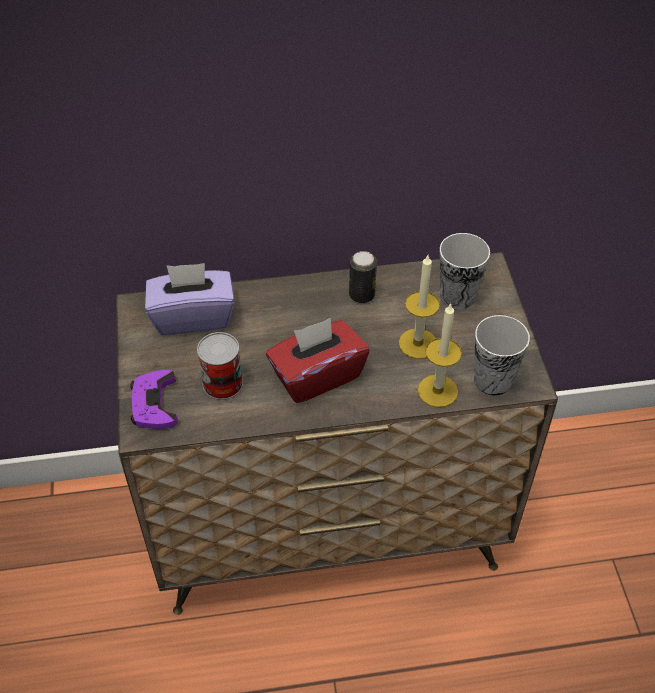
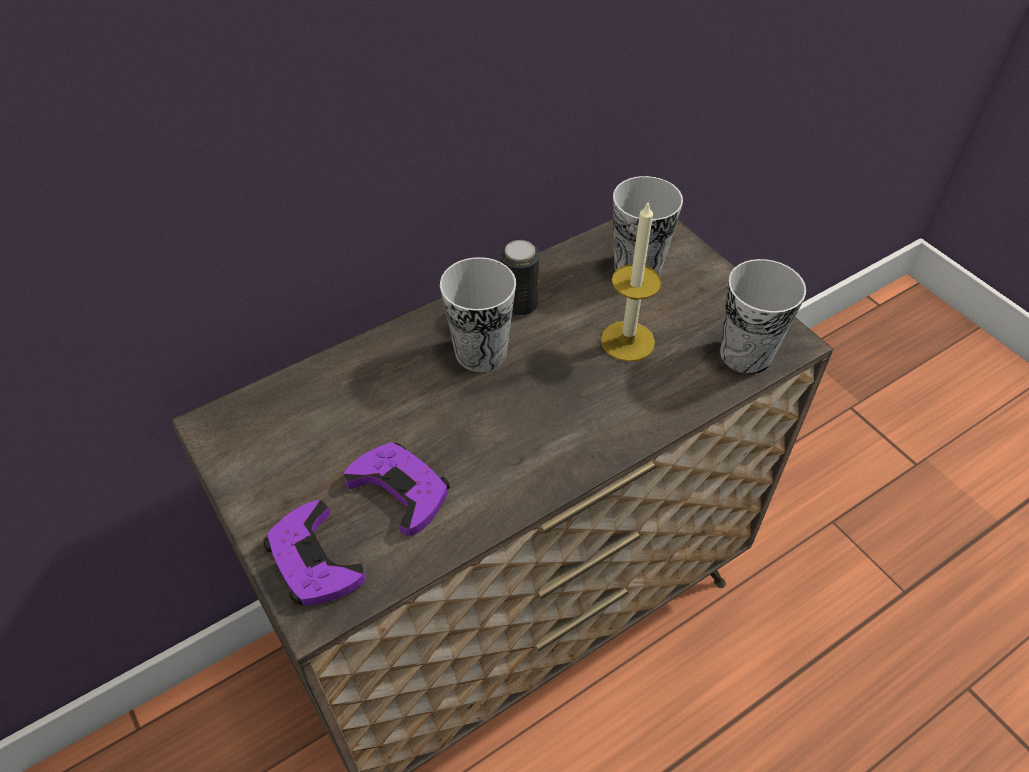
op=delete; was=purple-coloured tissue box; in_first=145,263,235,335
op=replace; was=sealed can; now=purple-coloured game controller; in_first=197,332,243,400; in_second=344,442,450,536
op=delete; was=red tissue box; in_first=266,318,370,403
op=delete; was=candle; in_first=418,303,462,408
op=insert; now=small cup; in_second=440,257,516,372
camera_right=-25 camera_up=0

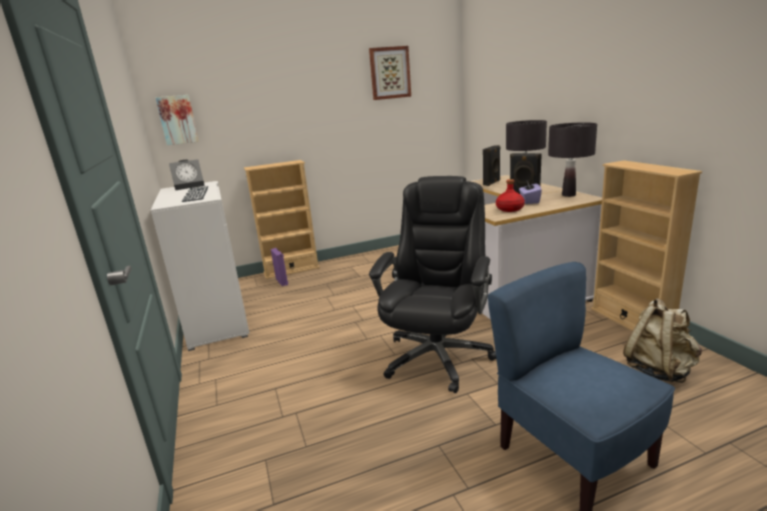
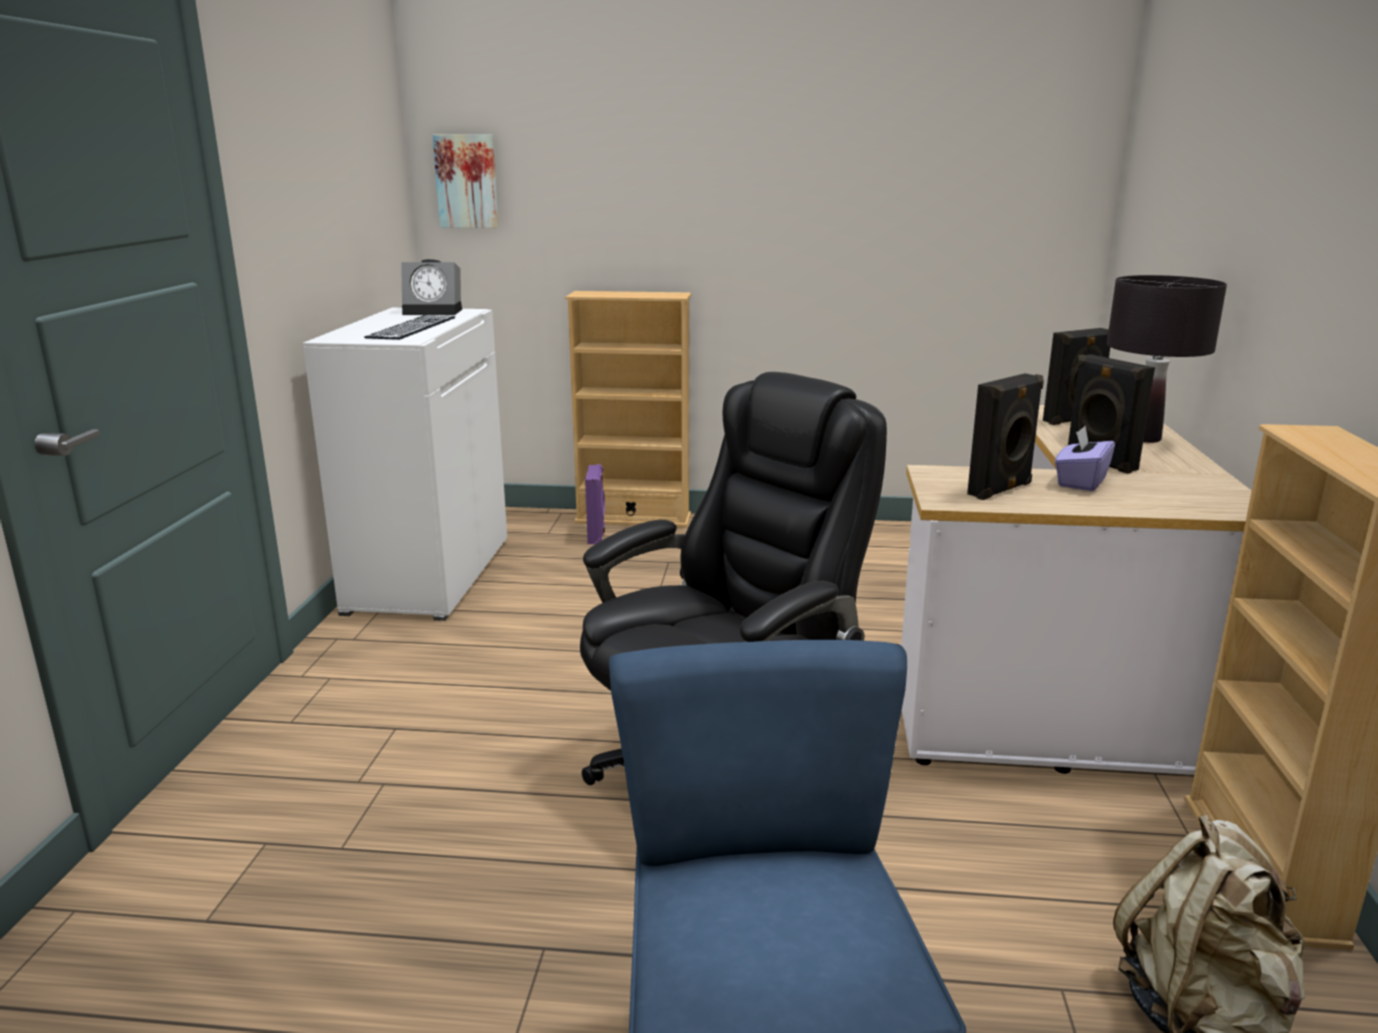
op=delete; was=wall picture; in_first=369,46,411,100
op=replace; was=red beverage bottle; now=black audio speaker; in_first=496,179,525,212; in_second=967,373,1044,500
op=delete; was=black lamp for a table; in_first=548,122,597,197
camera_right=25 camera_up=0

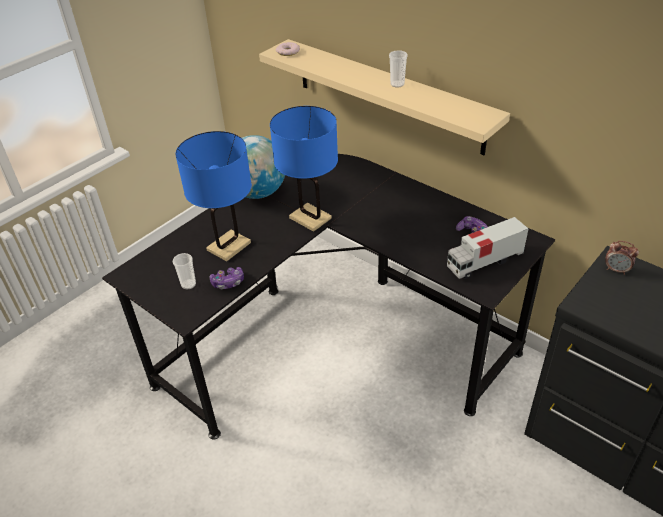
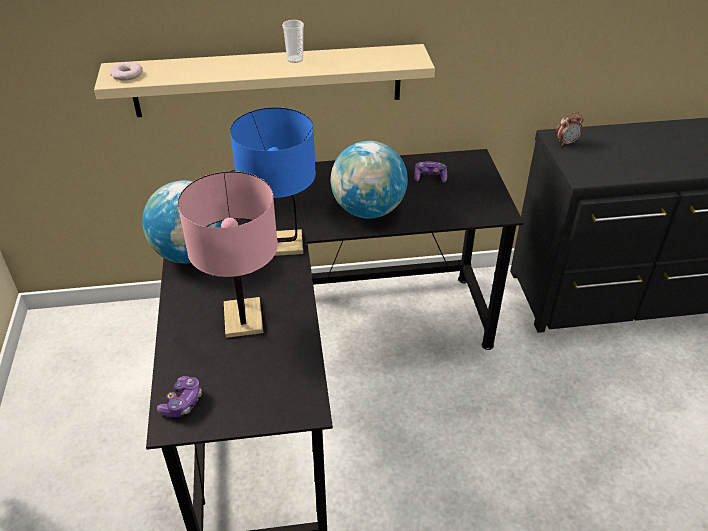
op=delete; was=small cup; in_first=173,253,196,290
op=recolor; was=blue lamp for a table; now=pinkish lamp for a table; in_first=175,131,252,262; in_second=178,171,278,338
op=move; was=game controller; in_first=210,267,244,289; in_second=157,376,202,417
op=delete; was=toy lorry; in_first=447,217,528,279
op=insert; now=desk globe; in_second=331,141,408,218
camera_right=-50 camera_up=0

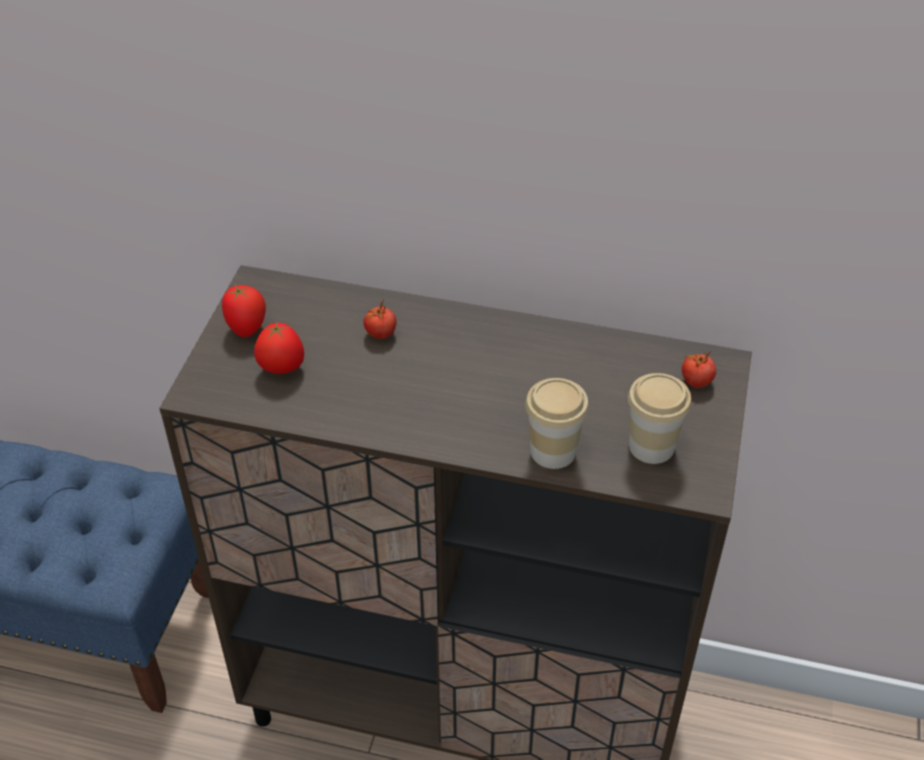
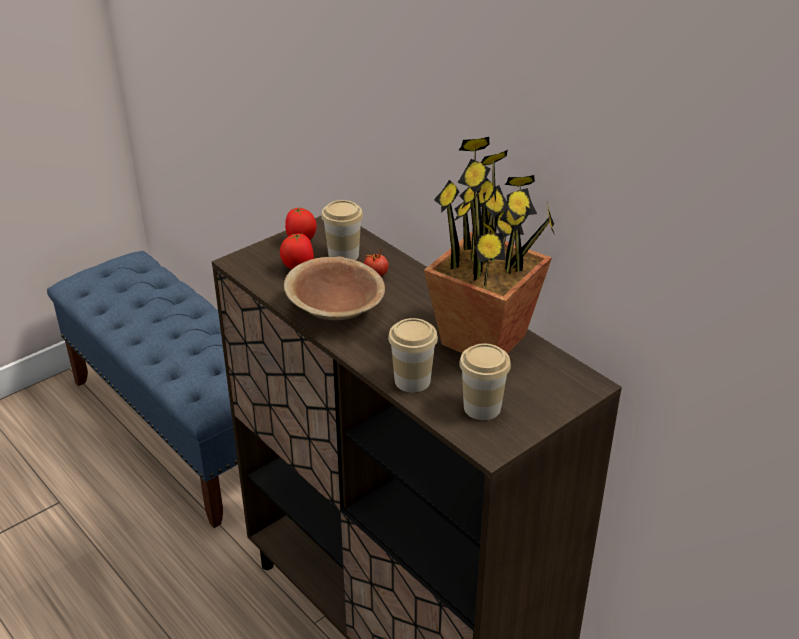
op=delete; was=whole tomato; in_first=682,351,716,388
op=insert; now=brown deep dish; in_second=284,257,385,320
op=insert; now=small cup; in_second=321,200,363,260
op=insert; now=potted plant; in_second=424,137,555,354
camera_right=35 camera_up=-10

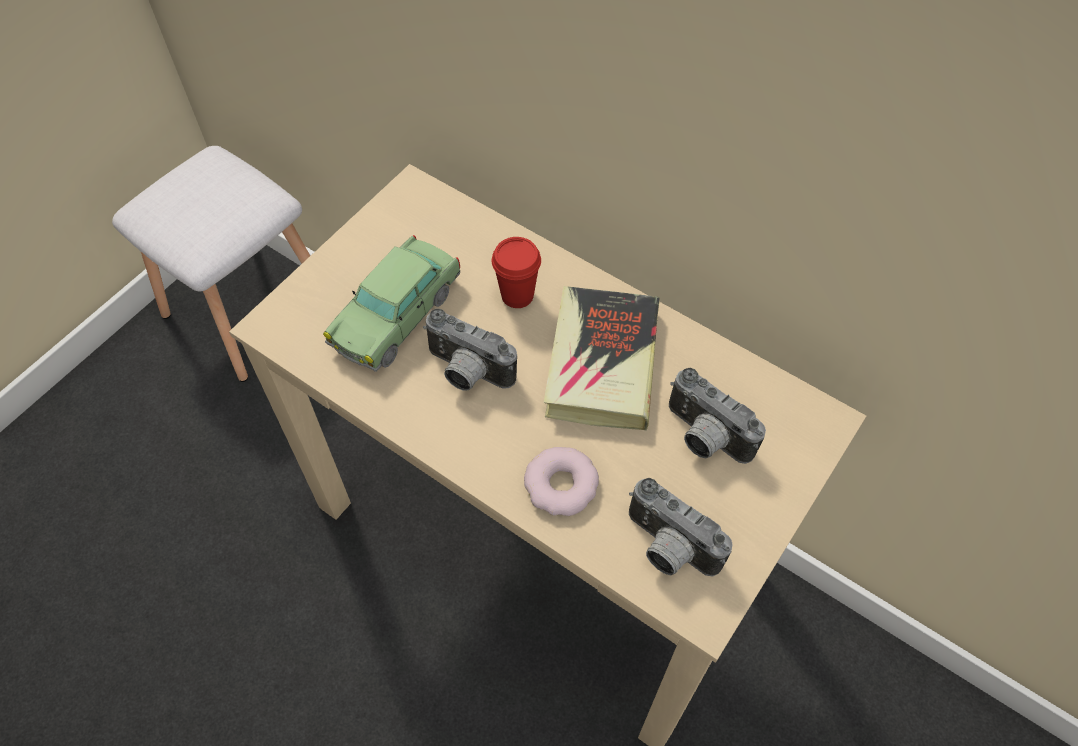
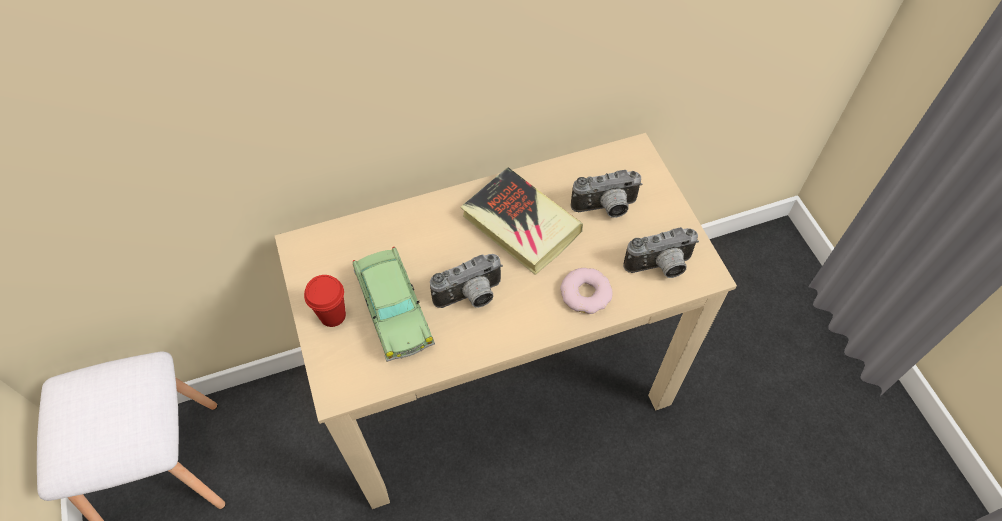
op=move; was=red small cup; in_first=492,237,541,308; in_second=304,275,346,327
camera_right=-55 camera_up=0

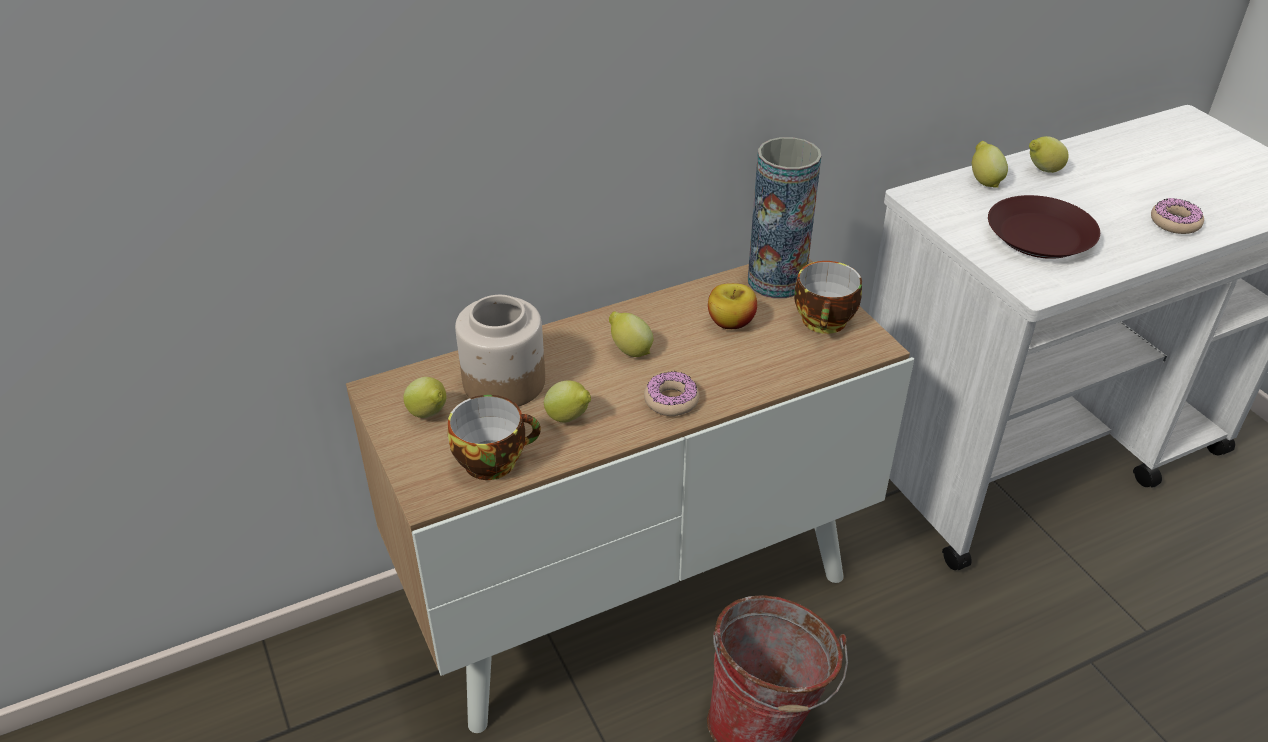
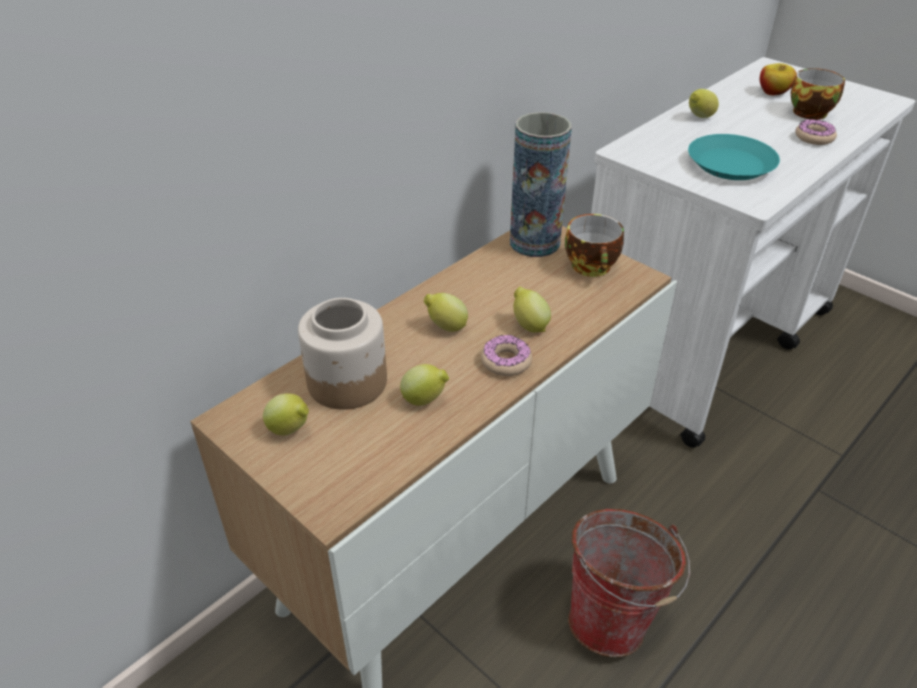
op=move; was=small cup; in_first=448,395,541,480; in_second=791,68,845,120
op=move; was=apple fruit; in_first=708,283,757,329; in_second=760,63,796,95
op=move; was=lemon; in_first=972,141,1008,188; in_second=513,287,551,332
op=recolor; was=brown dinner plate; now=blue-green dinner plate; in_first=988,195,1100,259; in_second=688,134,780,180
camera_right=-20 camera_up=0

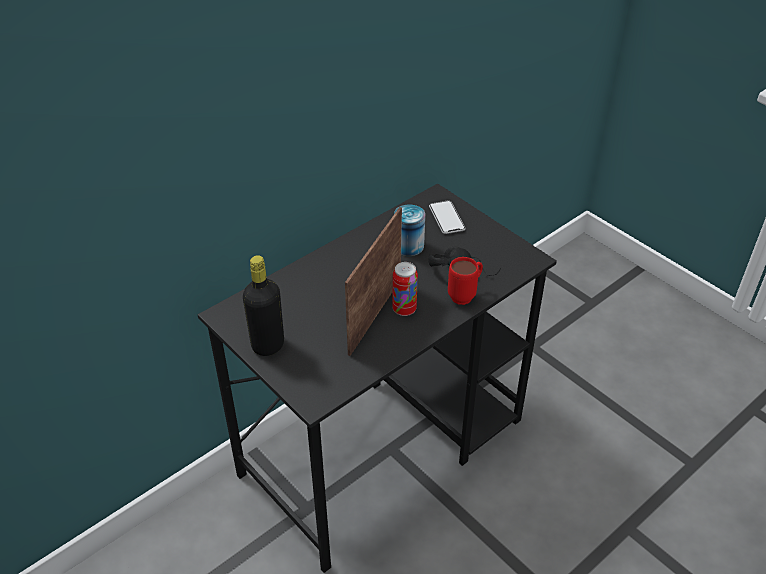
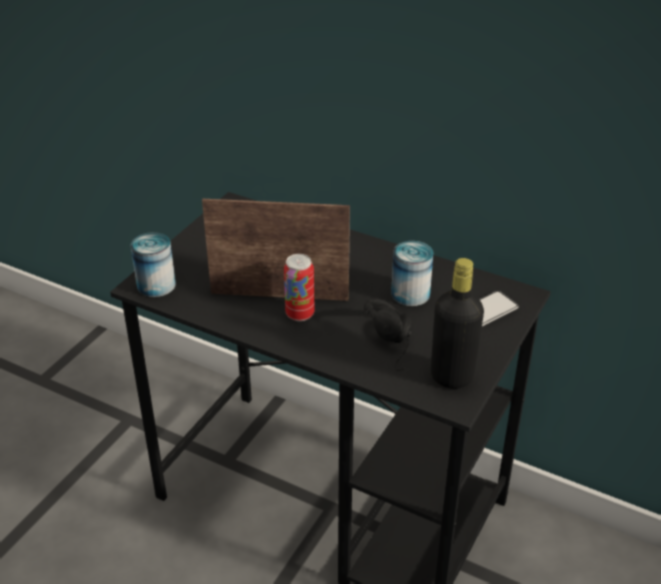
op=move; was=black beverage bottle; in_first=243,255,284,356; in_second=431,258,484,389
op=delete; was=red tea mug; in_first=448,257,483,305
op=insert; now=sealed can; in_second=131,232,176,297
camera_right=70 camera_up=-5

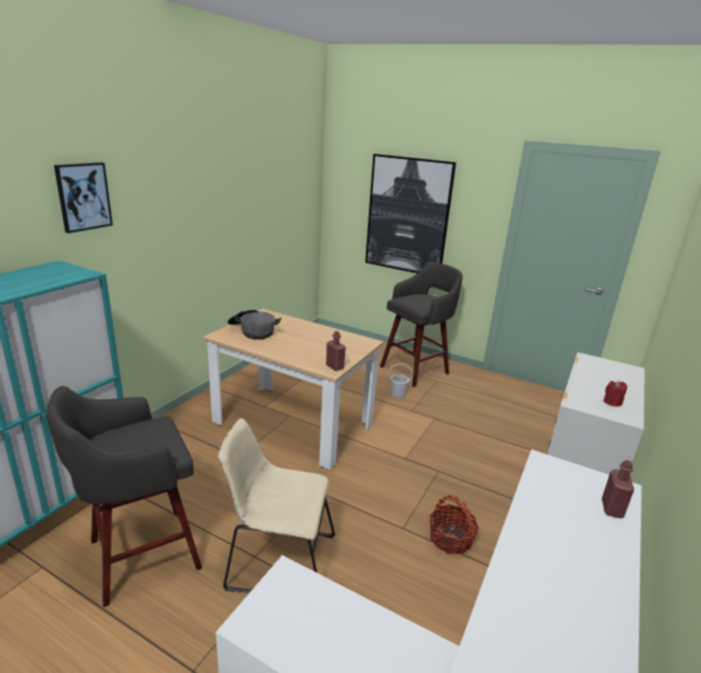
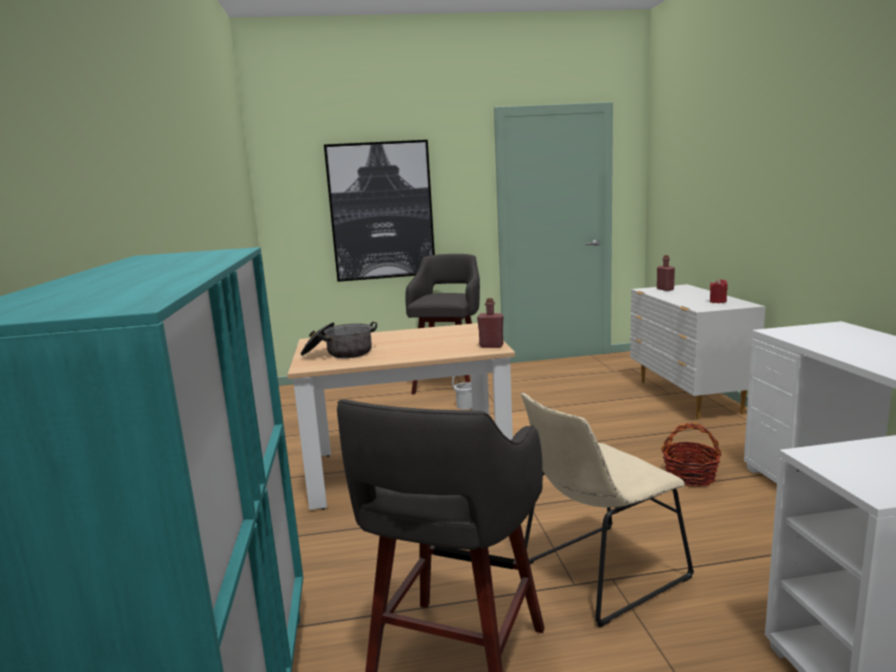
op=delete; was=wall picture; in_first=54,162,113,233
op=move; was=red beverage bottle; in_first=602,460,634,518; in_second=657,255,675,291
camera_right=-35 camera_up=-10

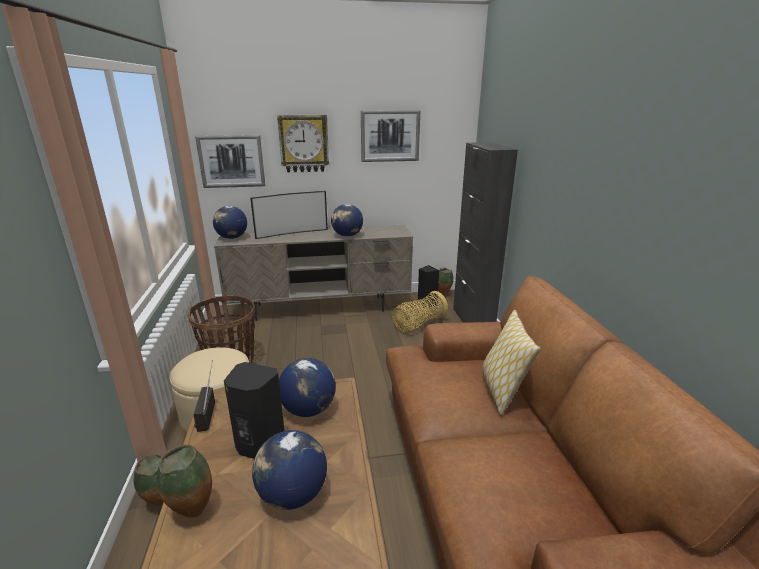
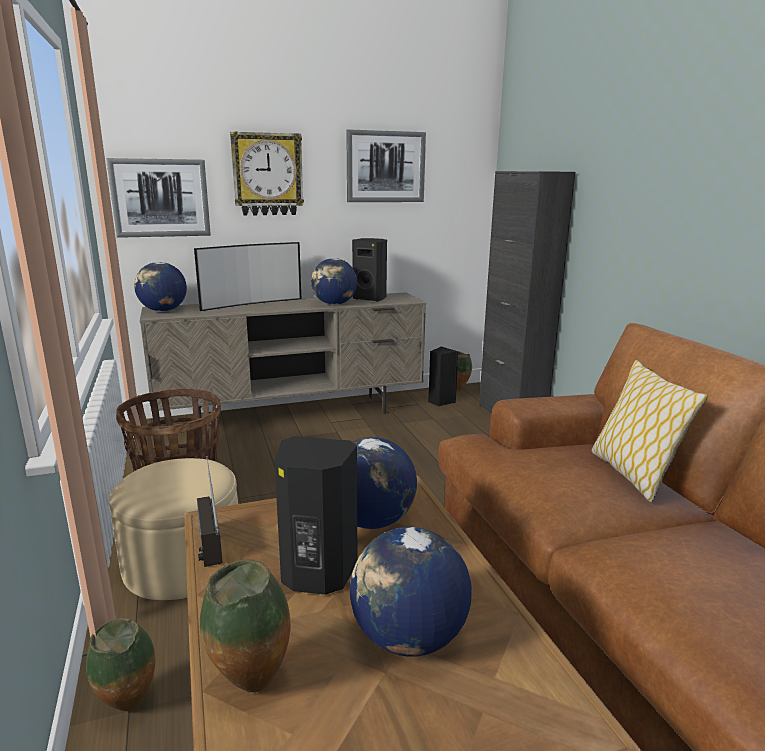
op=delete; was=basket; in_first=392,291,448,332
op=insert; now=black audio speaker; in_second=352,238,387,302
camera_right=-10 camera_up=-5

